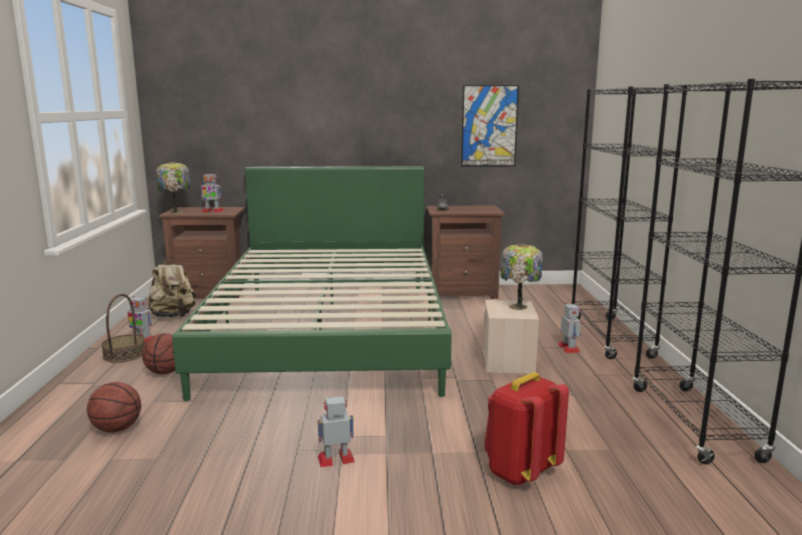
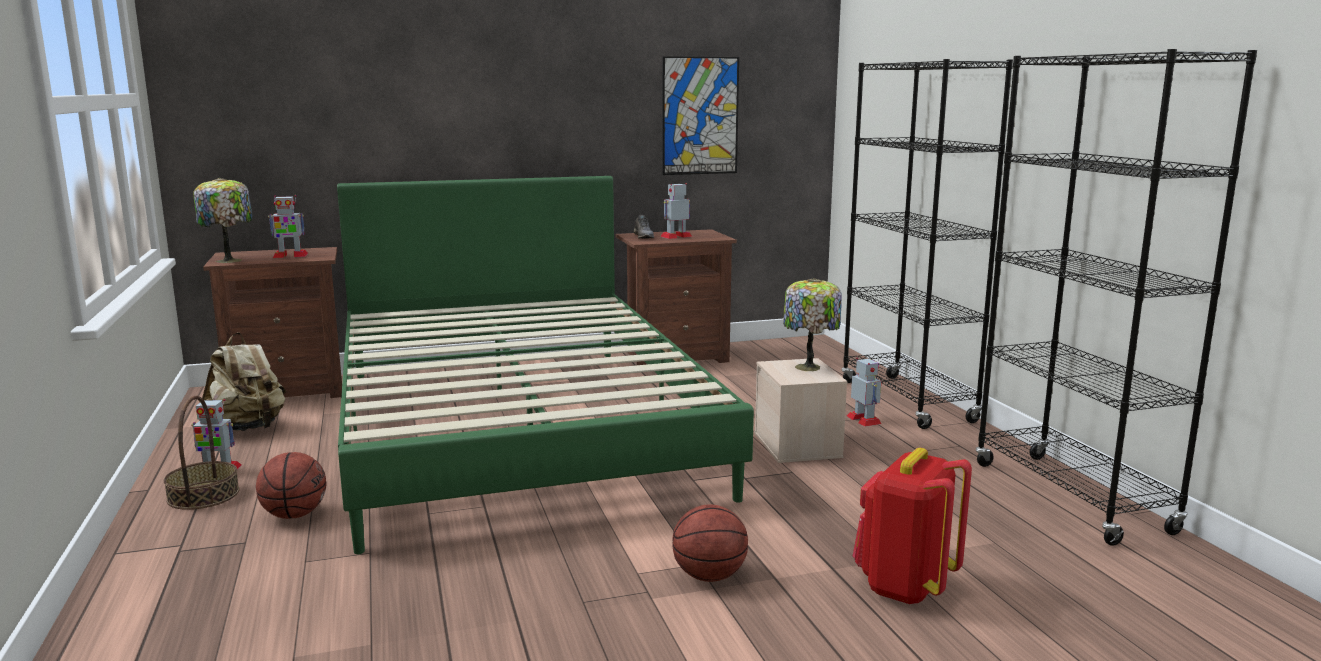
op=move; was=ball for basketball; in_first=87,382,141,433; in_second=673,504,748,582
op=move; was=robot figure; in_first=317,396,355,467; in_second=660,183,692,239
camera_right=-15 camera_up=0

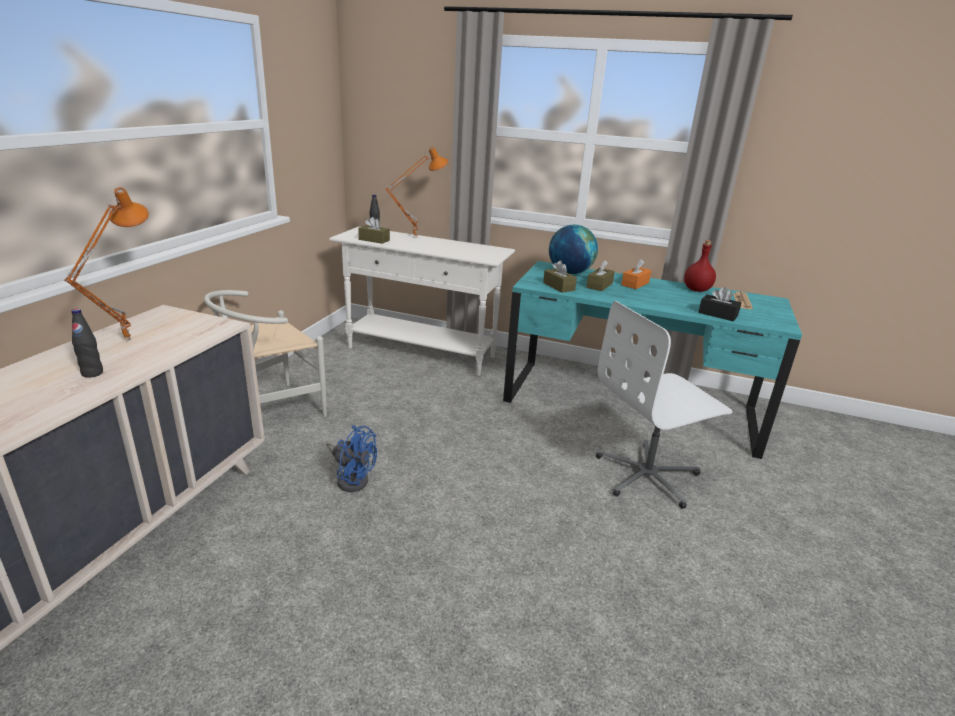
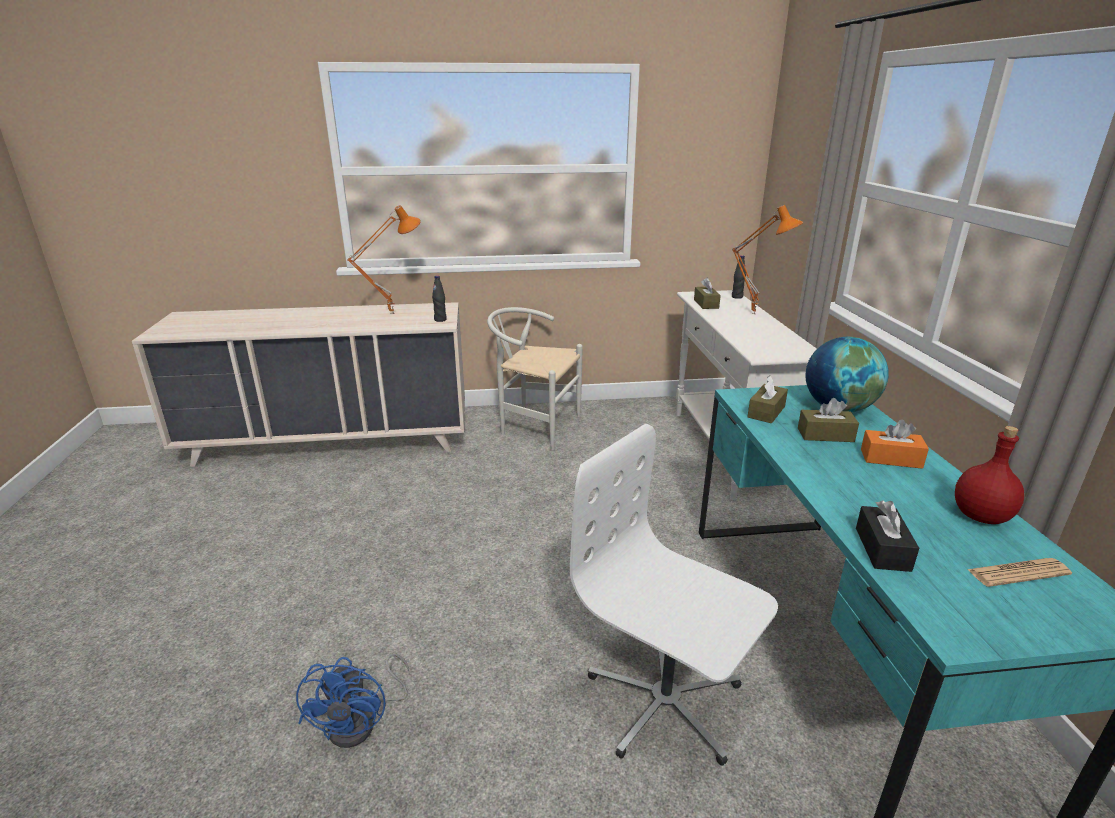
op=move; was=black beverage bottle; in_first=71,309,103,378; in_second=432,275,447,322
op=move; was=blue electric fan; in_first=326,425,377,492; in_second=296,653,409,748
camera_right=65 camera_up=0

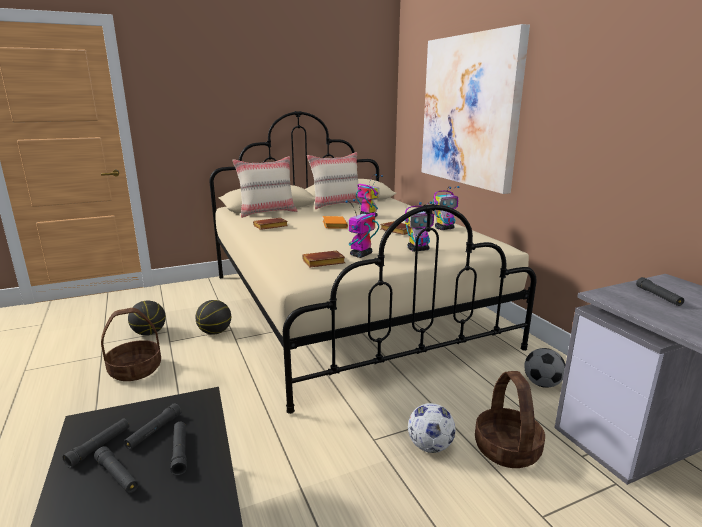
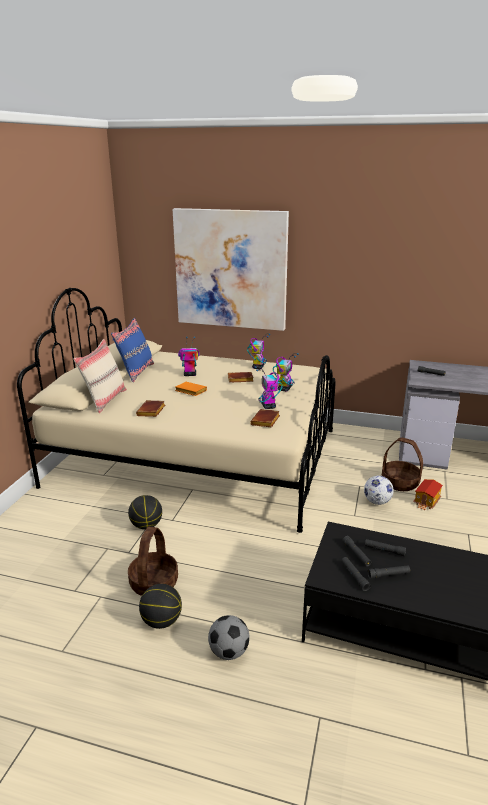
op=move; was=ball for basketball; in_first=128,301,166,335; in_second=139,584,182,629
op=recolor; was=beige pillow; now=blue pillow; in_first=307,152,362,209; in_second=111,318,154,382
op=move; was=ball for football; in_first=524,348,565,388; in_second=208,615,250,660
op=insert; now=model house; in_second=413,479,443,510
camera_right=-50 camera_up=5

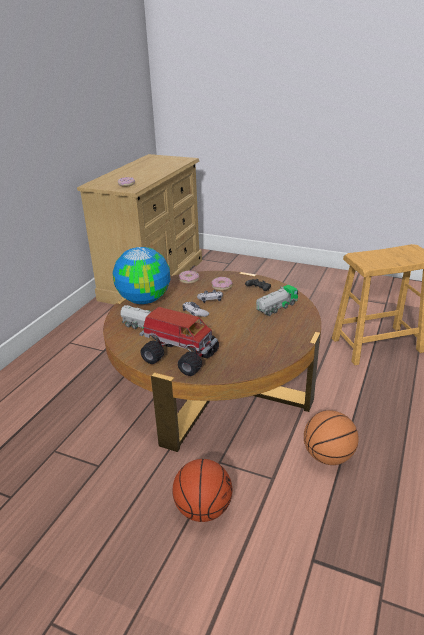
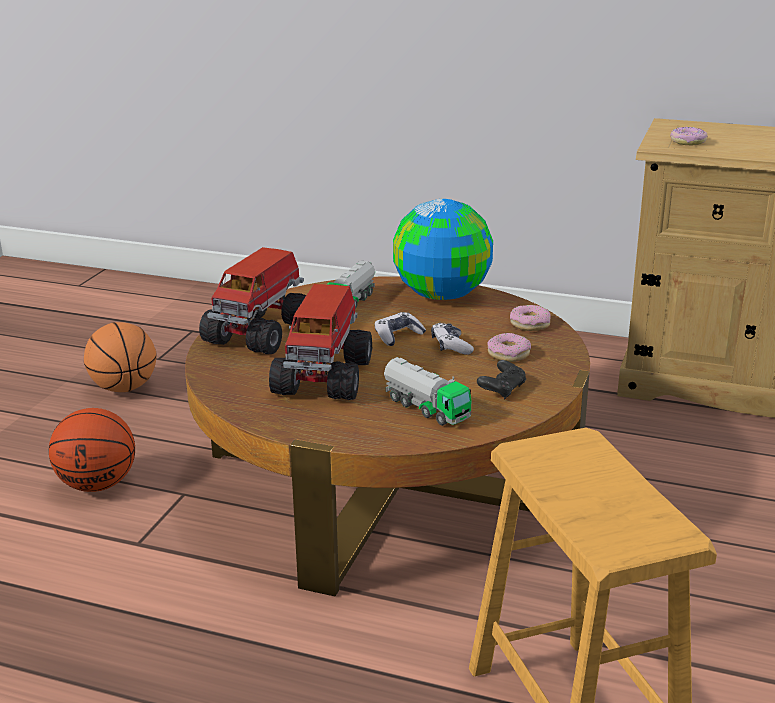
op=move; was=ball for basketball; in_first=304,410,359,465; in_second=84,322,157,392
op=insert; now=toy lorry; in_second=269,284,372,400
camera_right=85 camera_up=-5

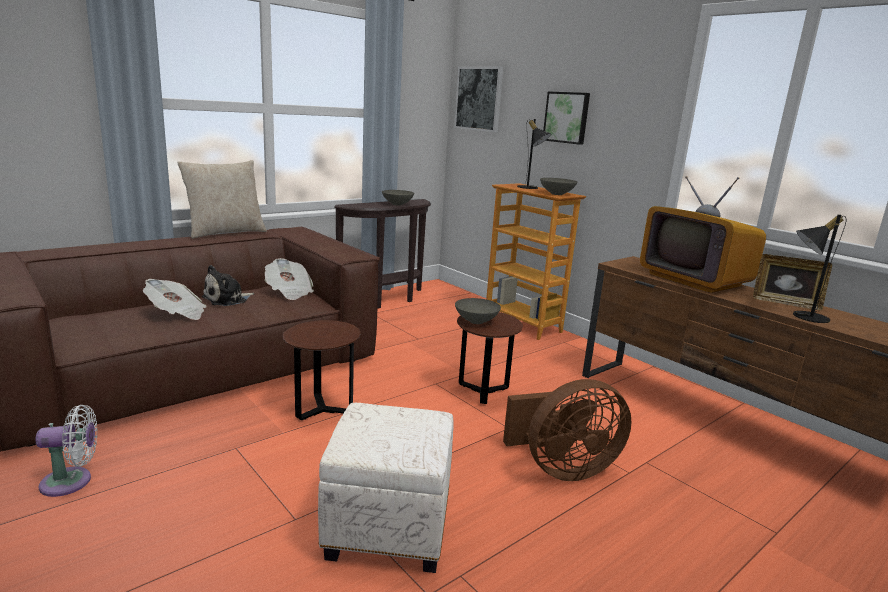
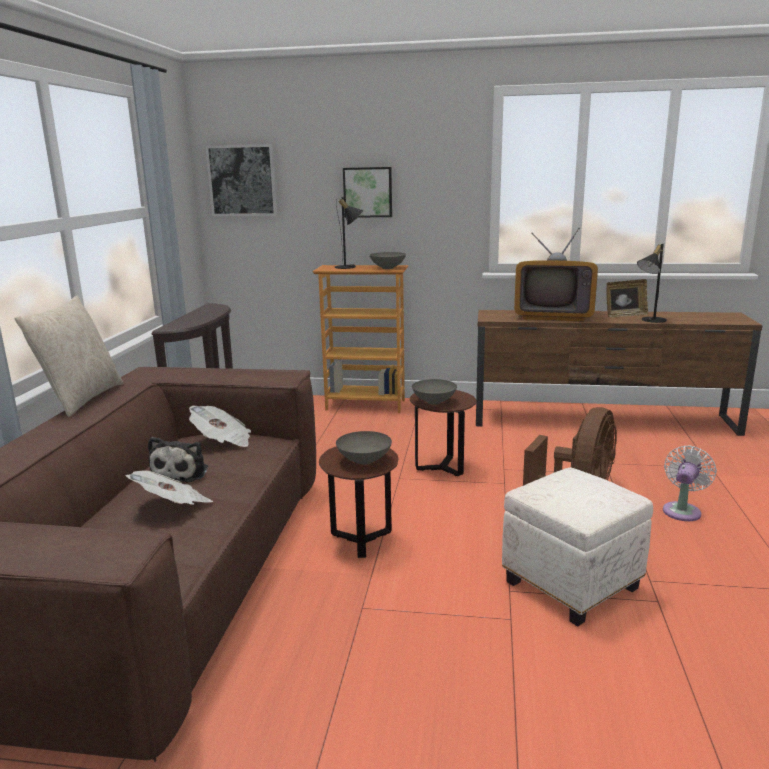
op=move; was=white-coloured electric fan; in_first=35,405,98,497; in_second=663,445,717,521
op=move; was=greyish deep dish; in_first=382,190,414,205; in_second=336,431,392,465
camera_right=-40 camera_up=0

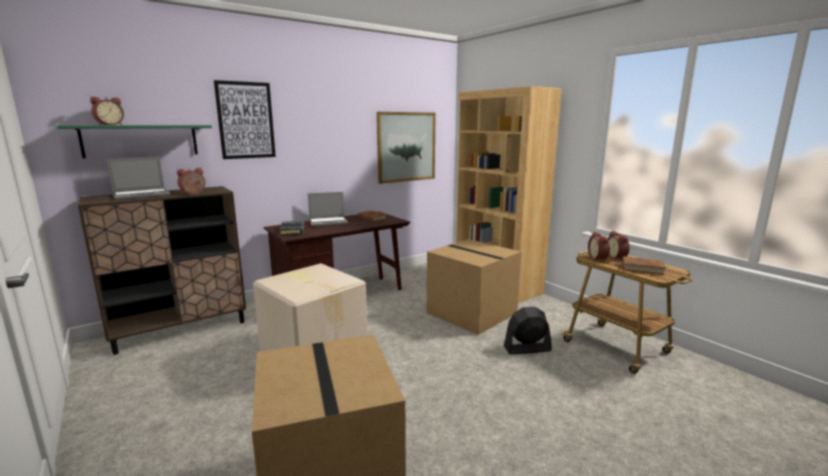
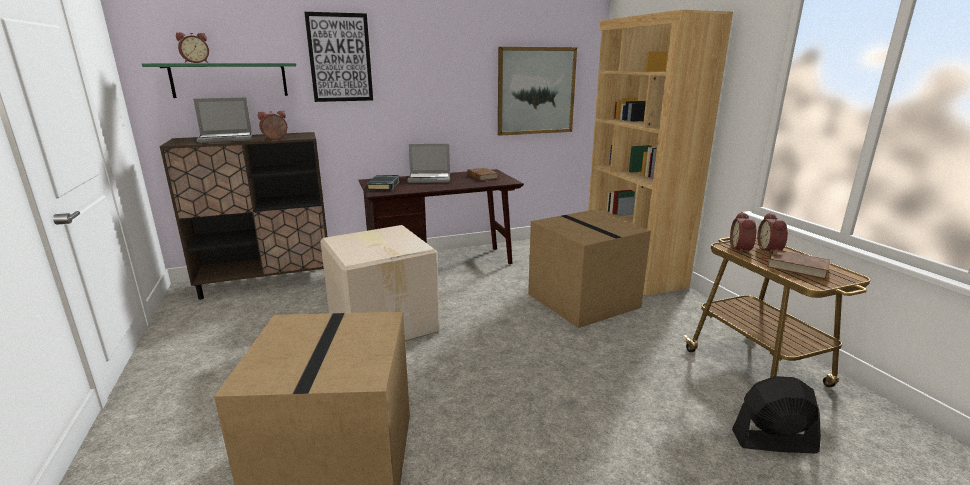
op=move; was=black electric fan; in_first=504,307,552,354; in_second=732,376,821,453
camera_right=15 camera_up=5

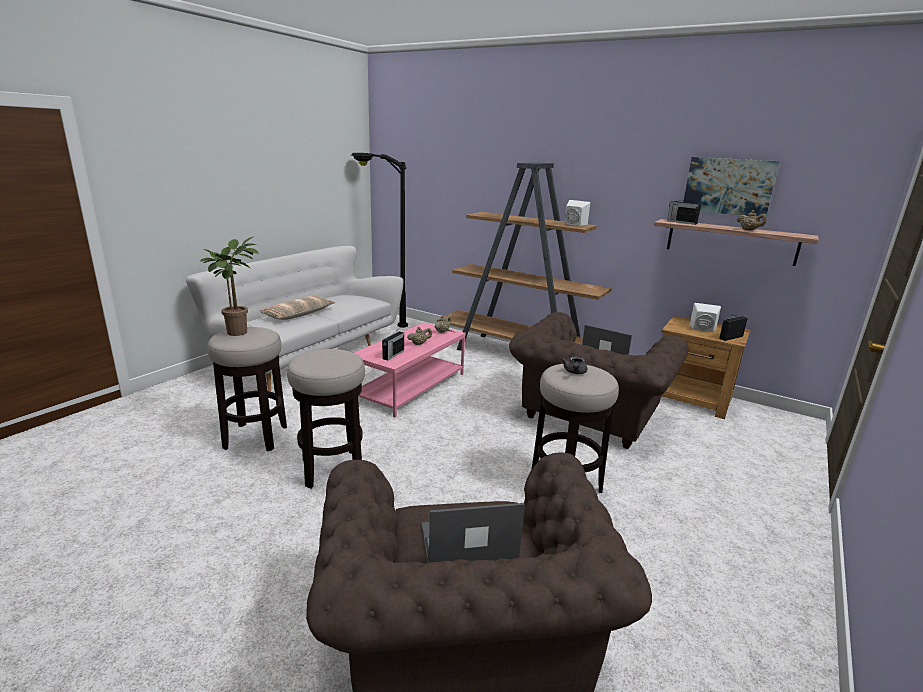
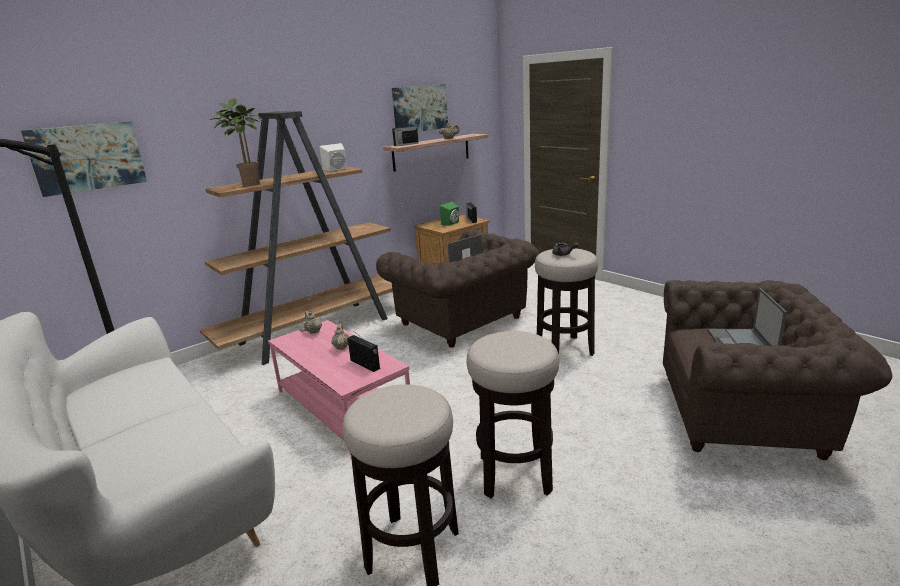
op=move; was=potted plant; in_first=200,237,259,336; in_second=209,99,261,186
op=delete; was=pillow; in_first=260,296,335,320
op=recolor; was=white-coloured audio speaker; now=green-coloured audio speaker; in_first=690,303,721,332; in_second=440,202,459,226
op=insert; now=wall picture; in_second=21,121,147,197
camera_right=-70 camera_up=0

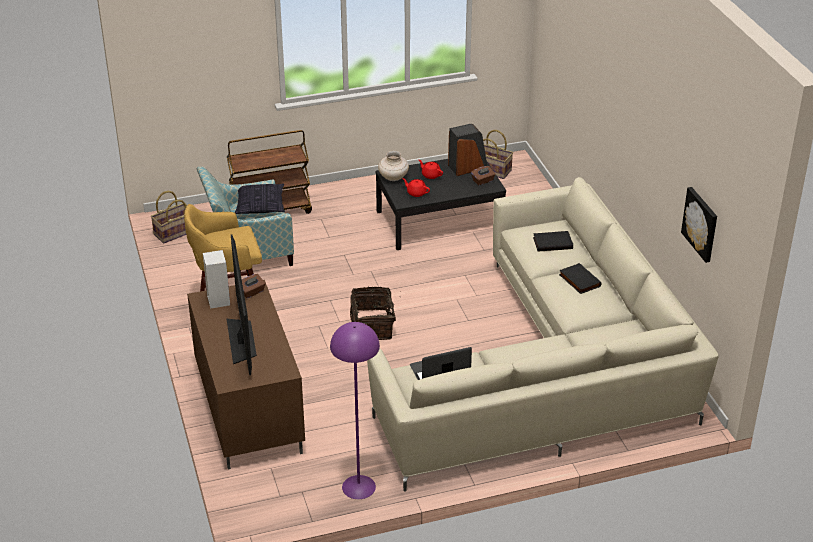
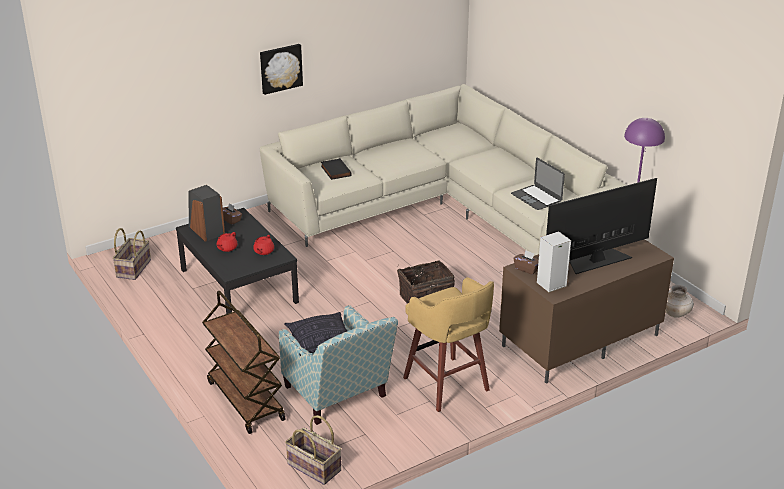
op=move; was=beige vase; in_first=378,151,409,181; in_second=666,285,694,318
op=delete; was=black book; in_first=559,263,601,294
op=move; was=wall picture; in_first=681,187,717,263; in_second=260,44,303,95
camera_right=-105 camera_up=-5

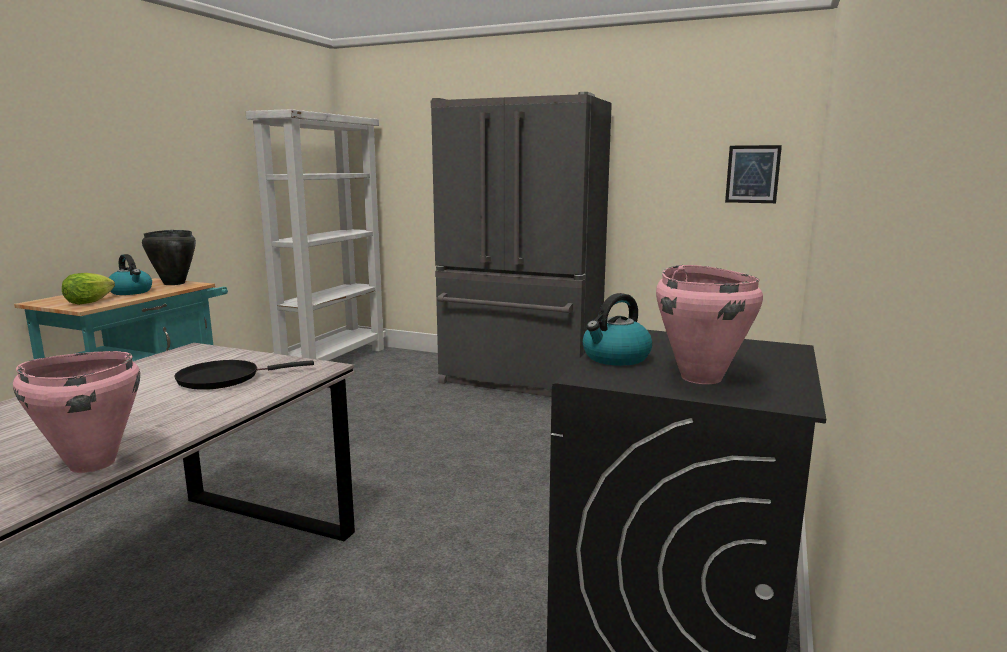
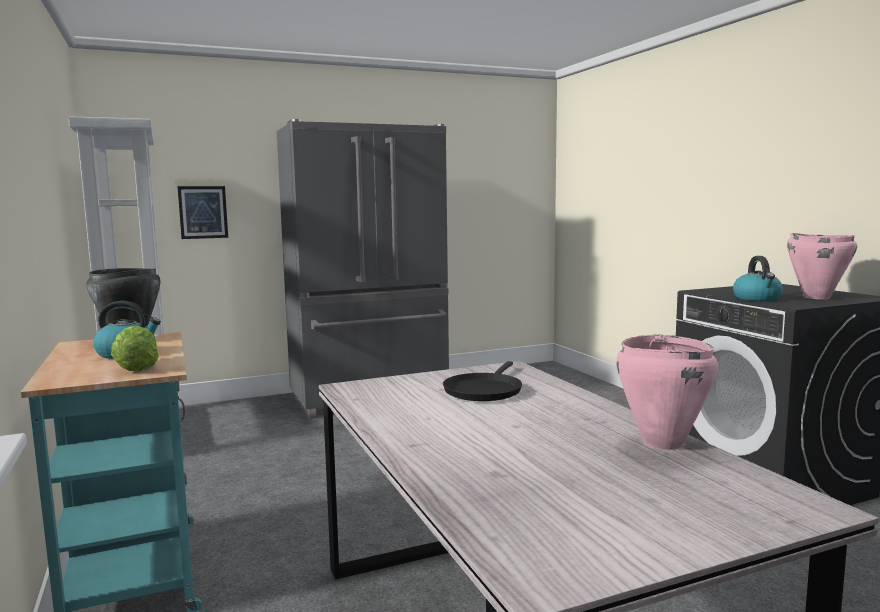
op=move; was=wall picture; in_first=725,145,782,203; in_second=177,186,228,239
camera_right=-45 camera_up=-5

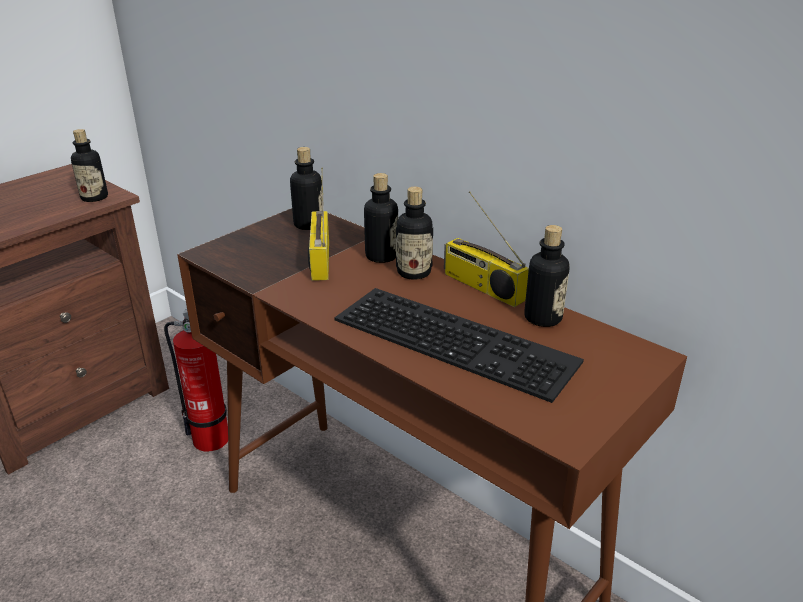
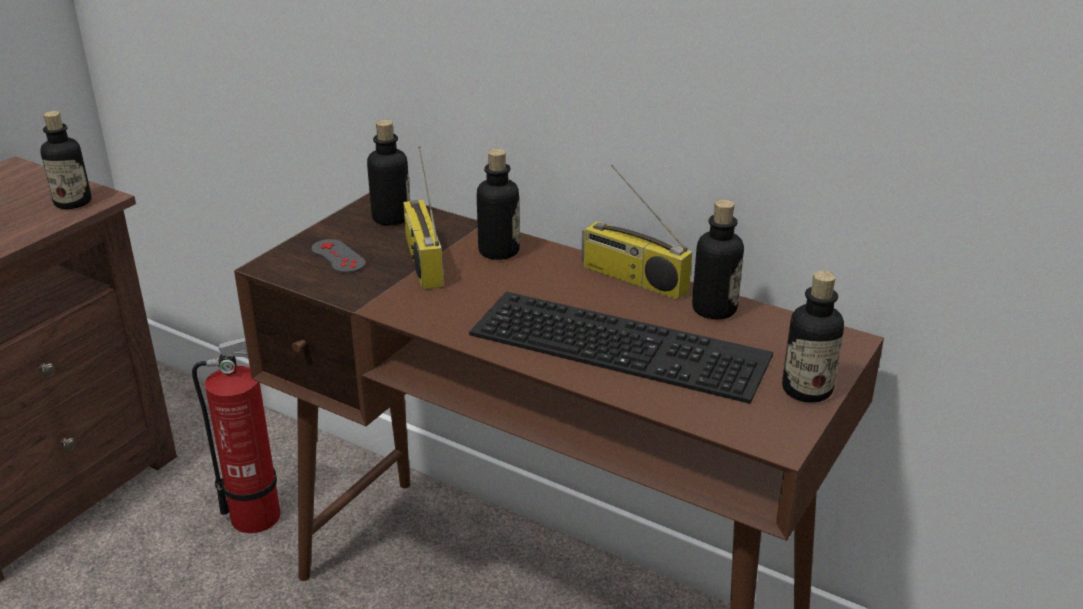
op=move; was=beverage bottle; in_first=396,187,433,280; in_second=782,271,844,403
op=insert; now=greyish game controller; in_second=311,239,366,274
camera_right=-10 camera_up=0

